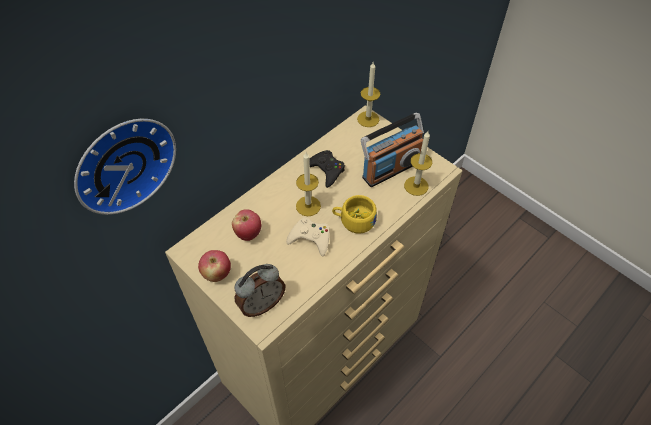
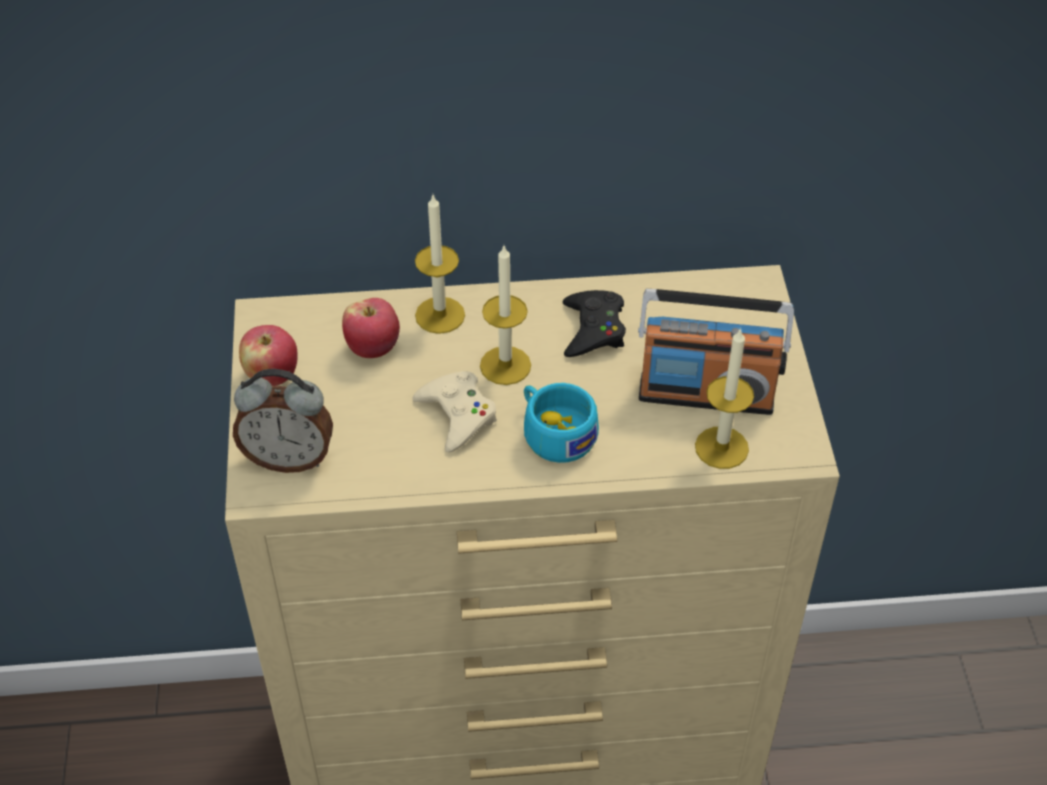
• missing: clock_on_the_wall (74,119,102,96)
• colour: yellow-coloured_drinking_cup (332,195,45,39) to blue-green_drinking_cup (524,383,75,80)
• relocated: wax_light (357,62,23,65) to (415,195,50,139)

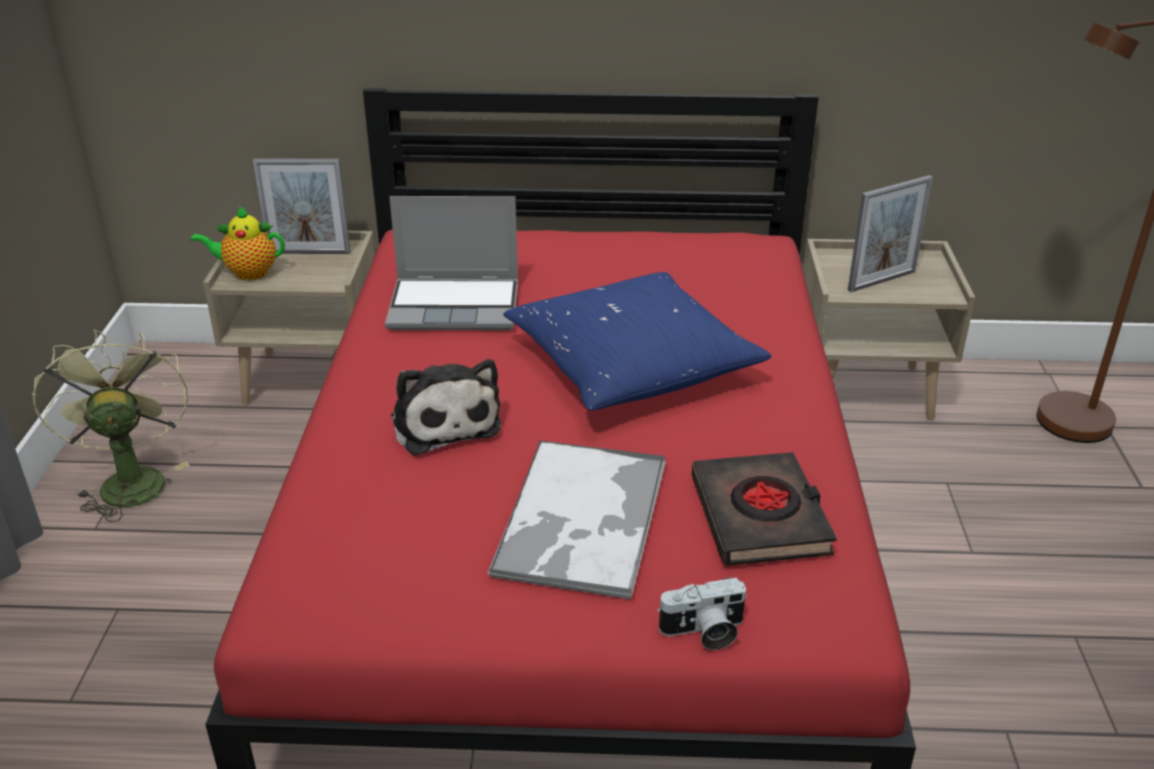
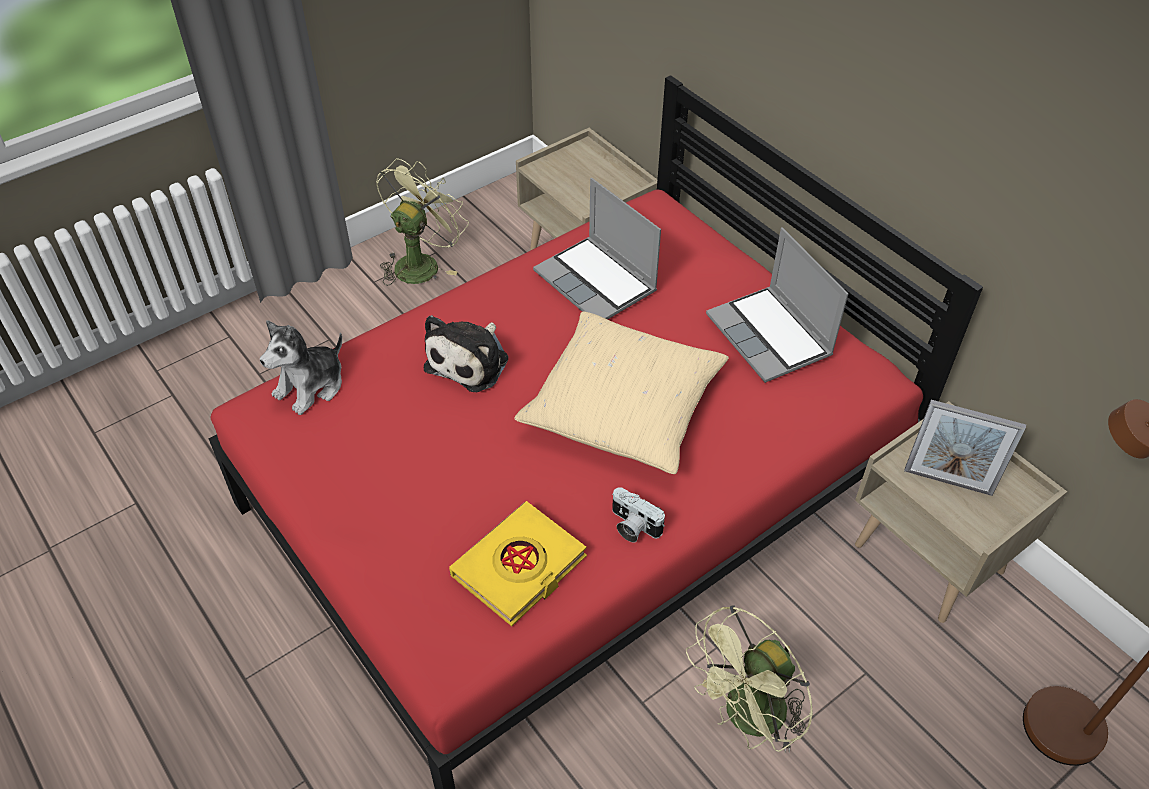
• missing: tea_pot (190,206,95,74)
• missing: picture_frame (253,159,98,95)
• missing: carrying_tray (488,439,178,161)
• colour: bluish_throw_pillow (503,272,269,138) to beige-coloured_throw_pillow (514,311,215,163)
• relocated: still_camera (657,578,90,72) to (612,487,53,55)
• colour: black-coloured_book (692,452,145,114) to yellow-coloured_book (449,501,138,125)
• appeared: soft_toy (260,320,82,95)
• appeared: greenish_cooling_fan (686,605,127,148)
• appeared: laptop (706,227,143,156)

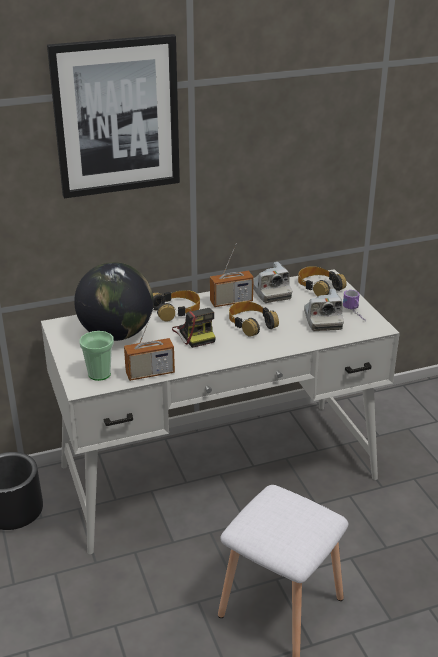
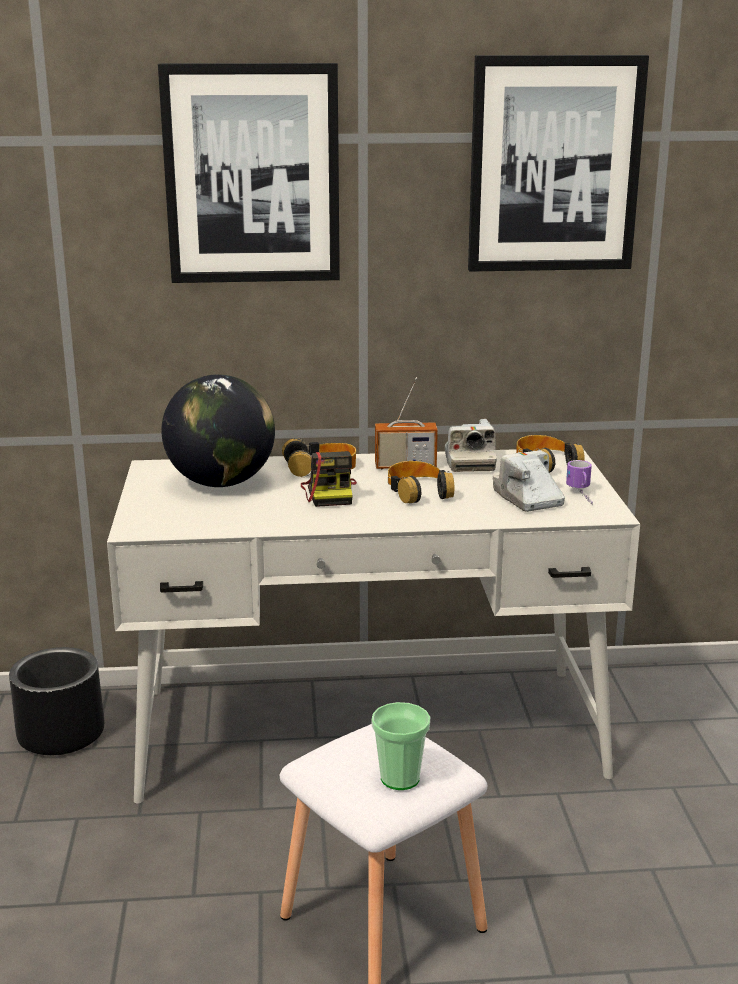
• relocated: drinking_cup (80,331,34,50) to (371,702,59,88)
• missing: radio_set (124,308,51,73)
• spun: still_camera (304,289,40,42) = (493,450,72,62) 150 degrees clockwise
• appeared: wall_art (468,55,181,217)

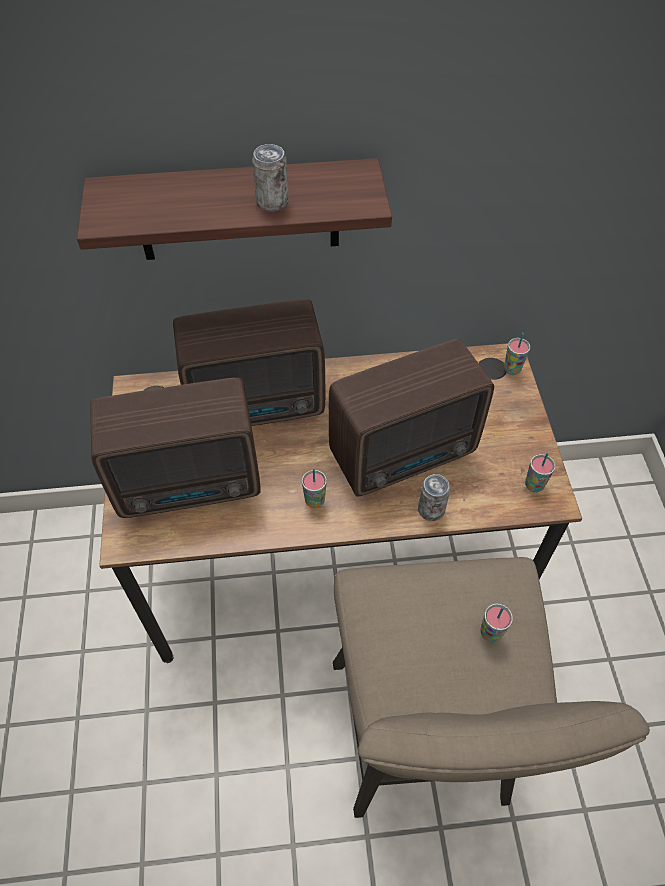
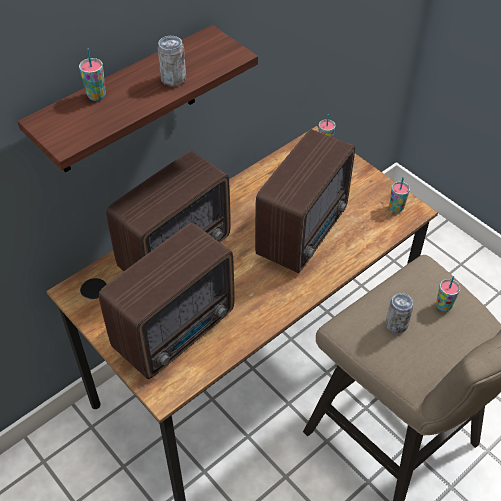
• relocated: drinking_cup (302,469,25,39) to (79,48,27,53)
• relocated: metal_can (418,474,32,47) to (385,293,29,40)

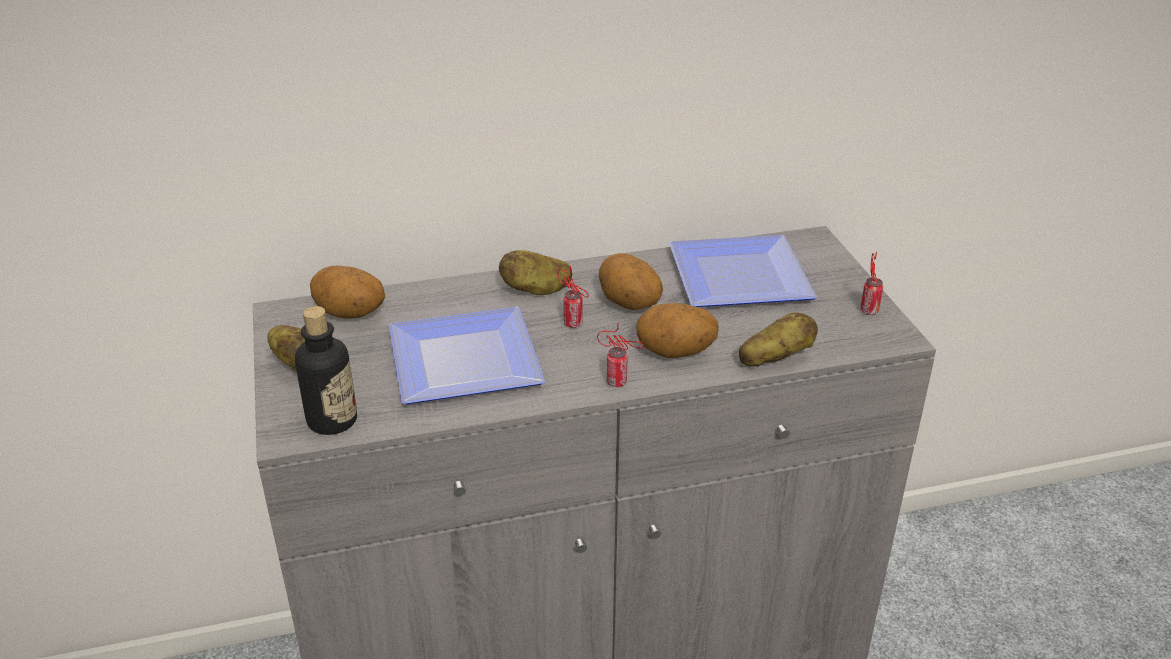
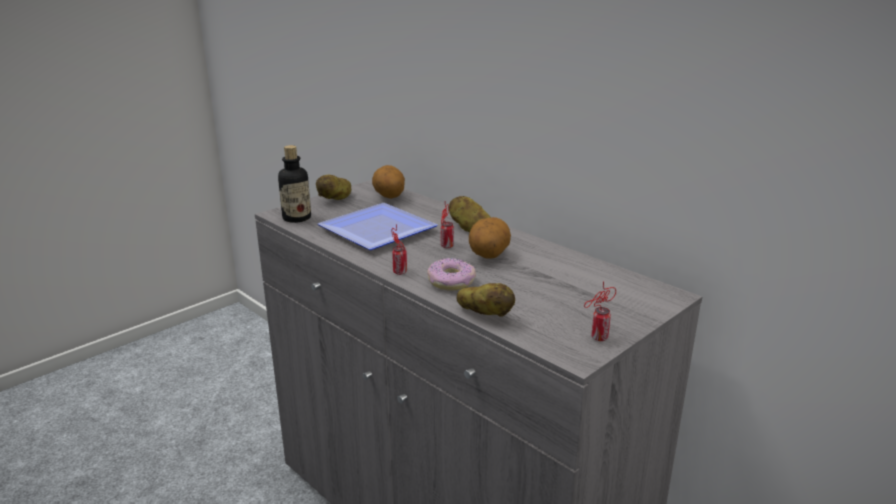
• exchanged: potato (636,303,83,55) to donut (427,258,49,33)
• missing: plate (669,235,148,72)

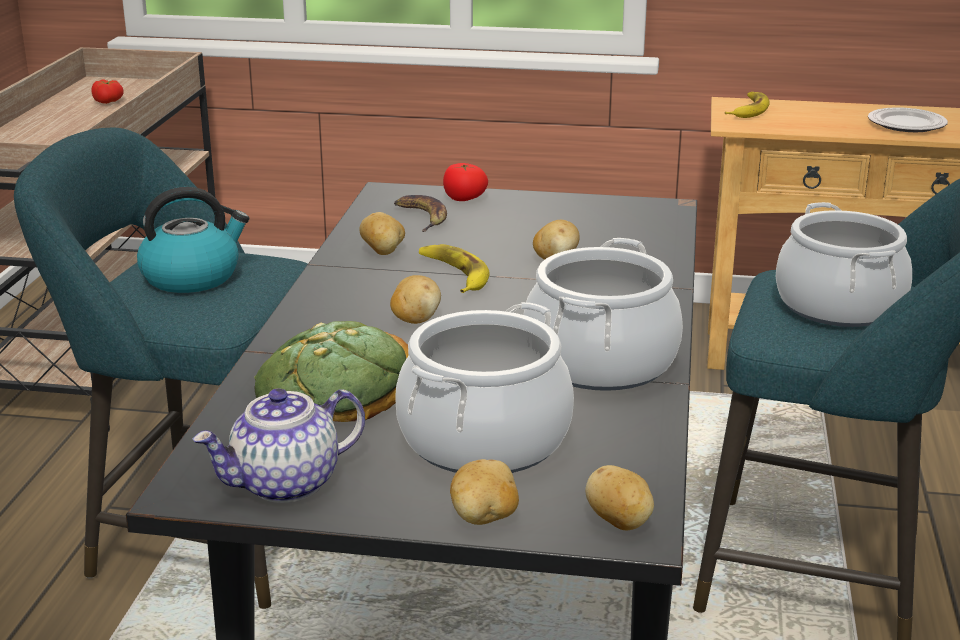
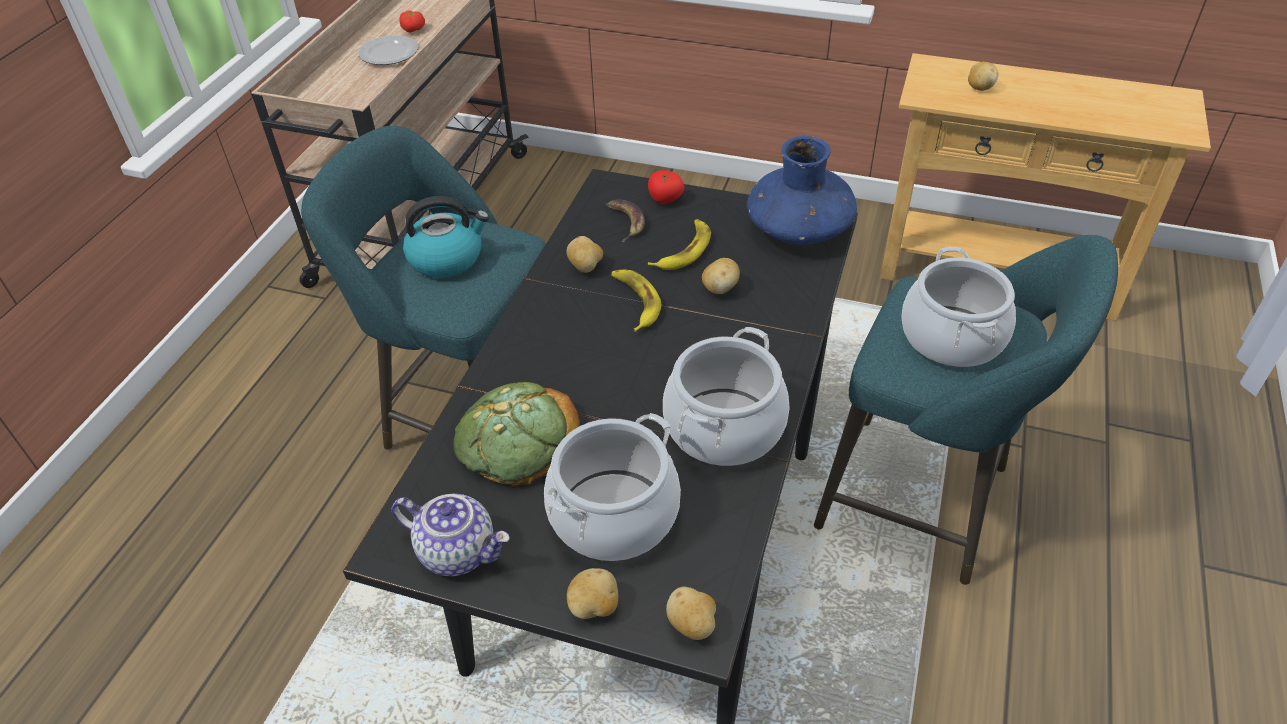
• spun: tea_pot (193,388,172,115) = (392,494,118,82) 135 degrees counterclockwise
• relocated: potato (390,275,51,49) to (968,62,30,29)
• relocated: banana_fruit (725,92,45,26) to (648,219,63,51)
• relocated: plate (868,107,80,25) to (358,35,60,30)
• appeared: bluish_flower_vase (747,136,110,109)

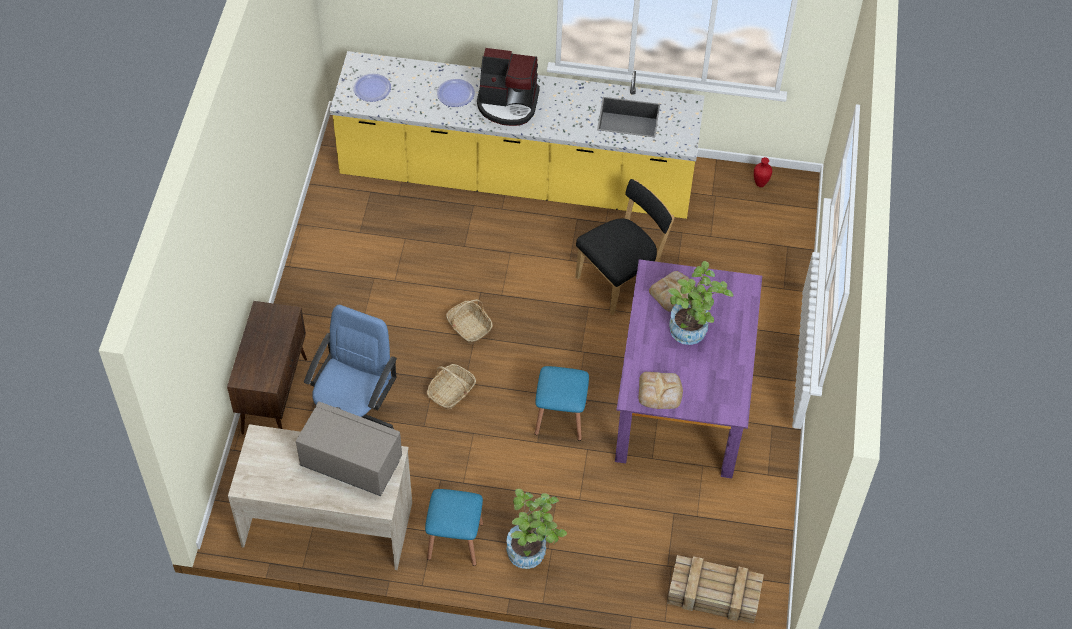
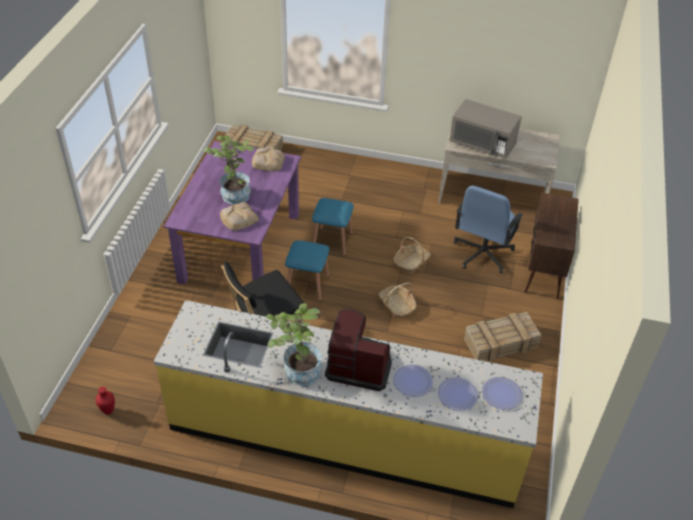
• relocated: bluish_stool_seat (425,489,58,77) to (285,240,44,61)
• relocated: houseplant (506,489,61,80) to (266,303,56,83)
• appeared: plate (438,378,40,33)
• appeared: packing_crate (464,312,78,49)

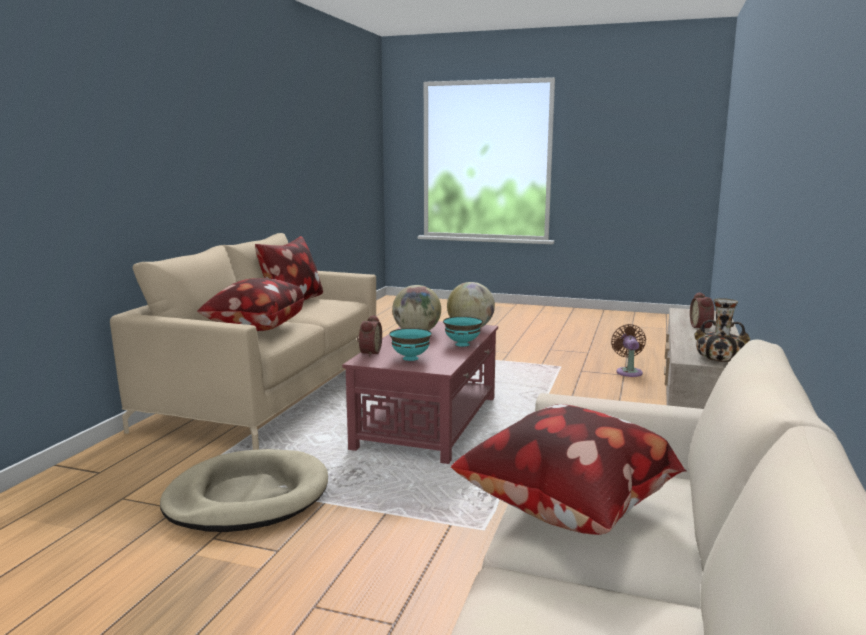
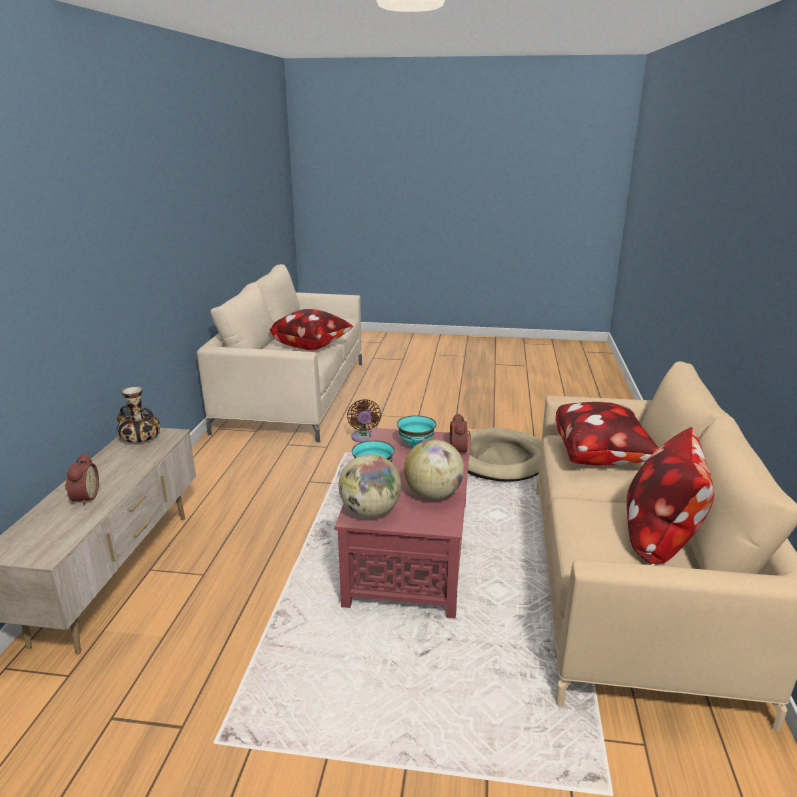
• relocated: brown-coloured_cooling_fan (611,324,35,53) to (347,399,34,43)

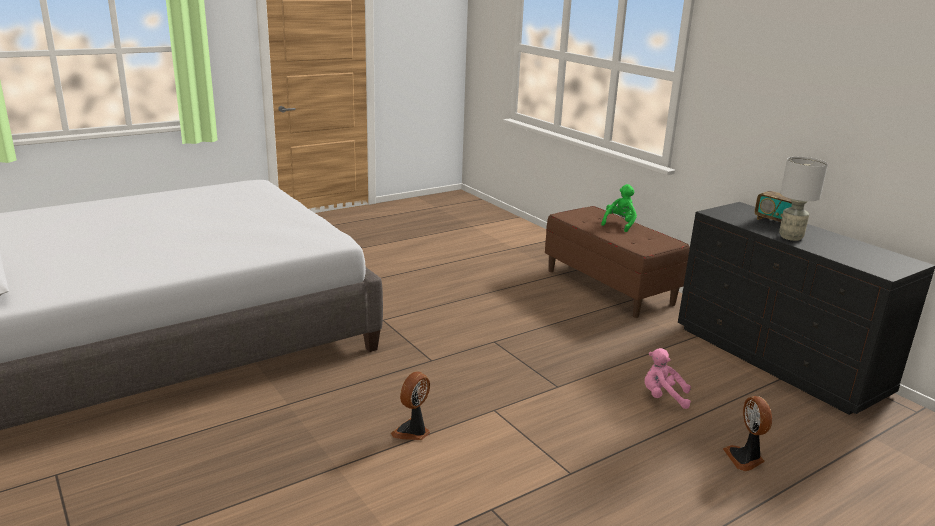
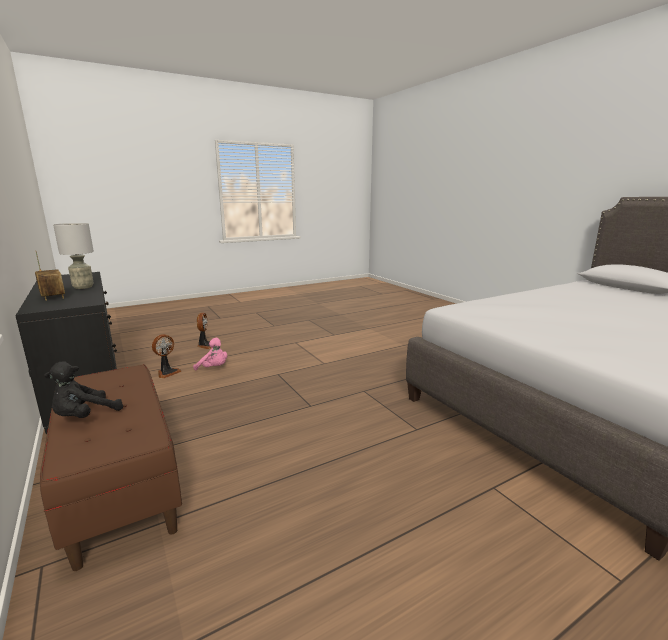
• relocated: cooling_fan (391,371,39,69) to (152,334,29,44)
• colour: greenish_soft_toy (601,184,36,48) to black-coloured_soft_toy (44,361,79,57)

